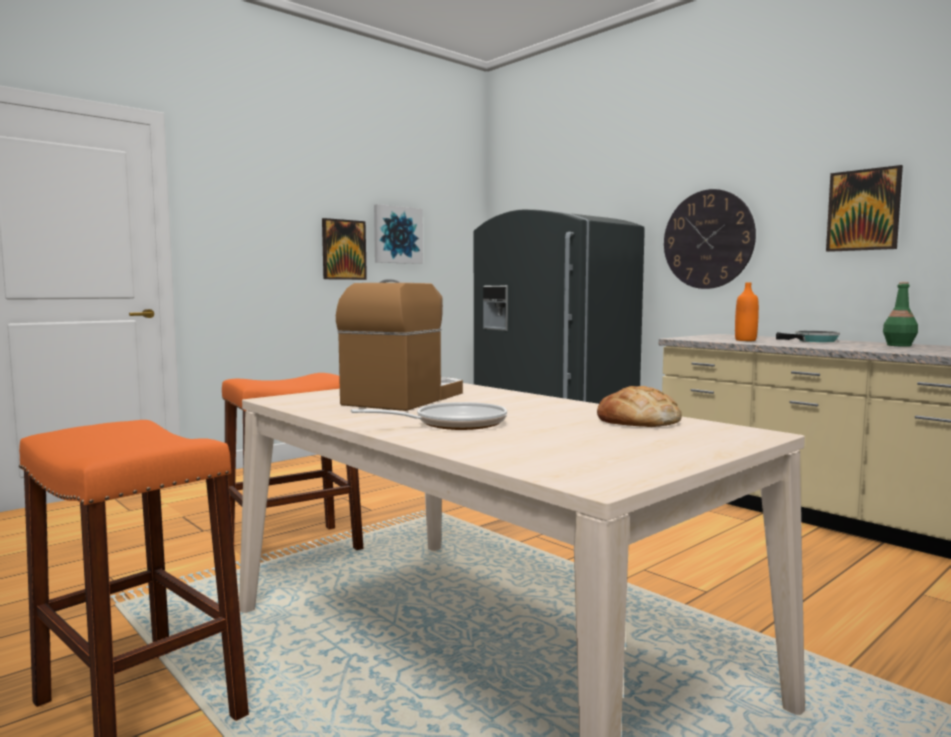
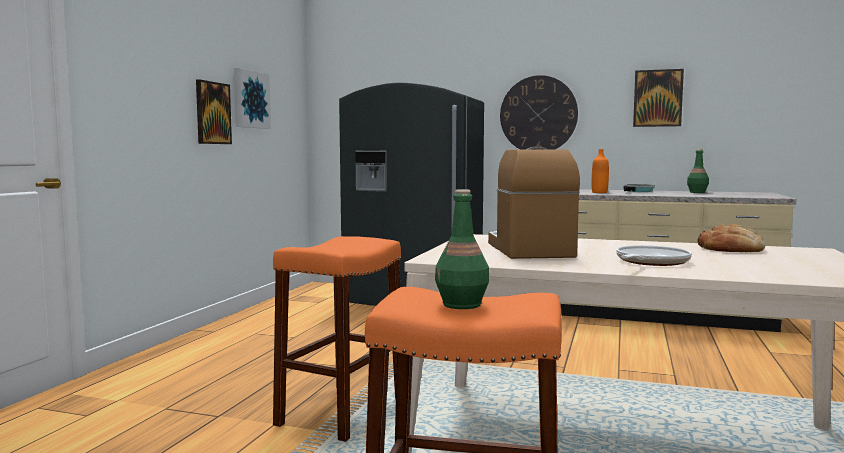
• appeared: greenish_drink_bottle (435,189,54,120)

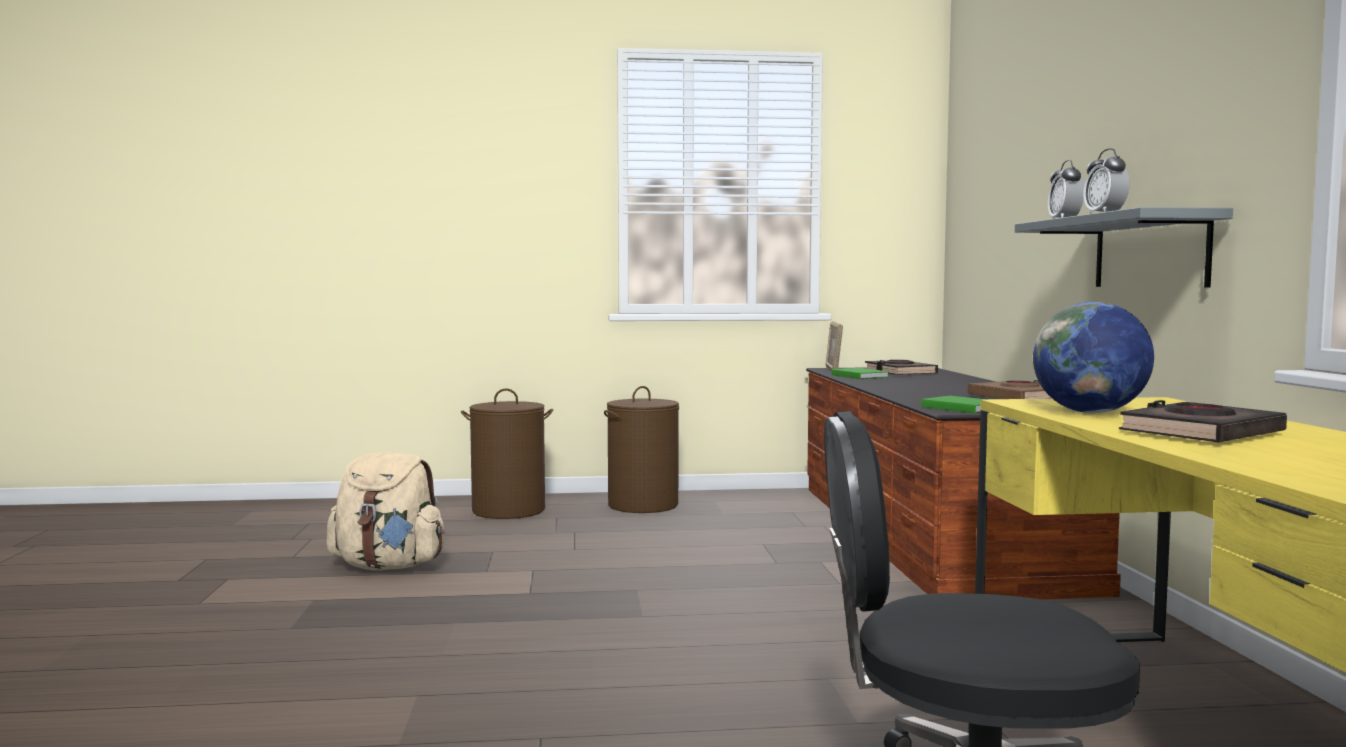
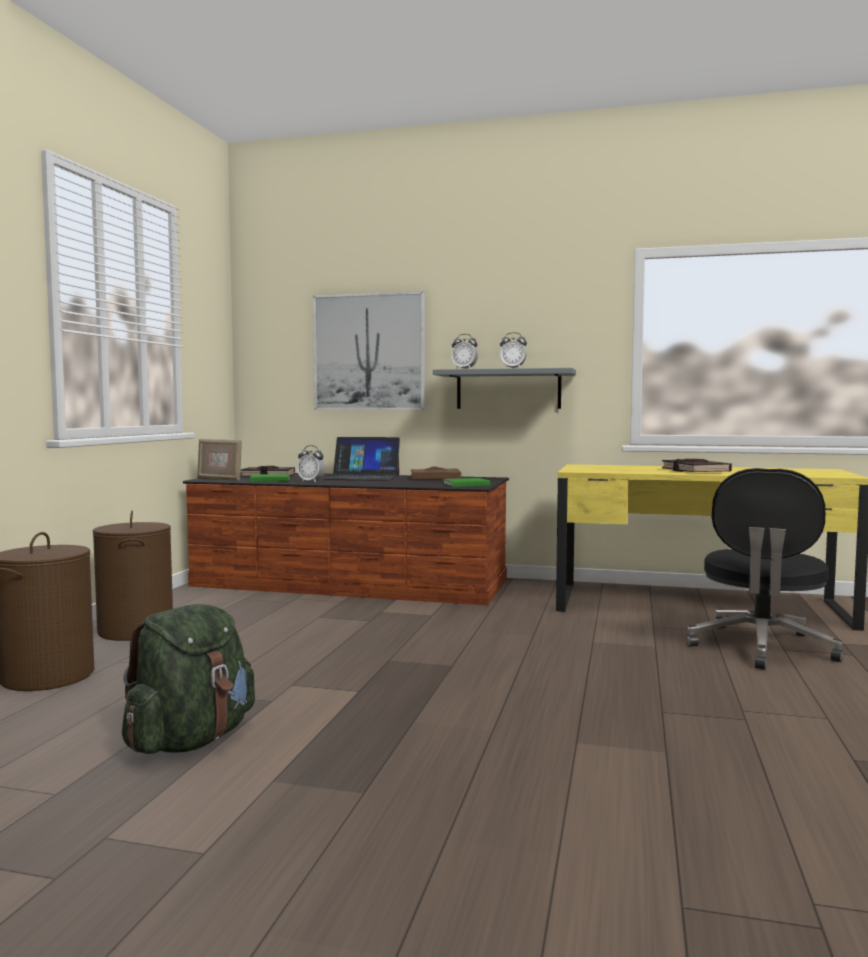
• colour: beige-coloured_backpack (327,452,118,118) to greenish_backpack (122,604,133,150)
• missing: globe (1033,302,121,111)
• appeared: table_clock (297,445,28,38)
• appeared: wall_art (313,291,112,119)
• appeared: laptop (322,437,78,44)

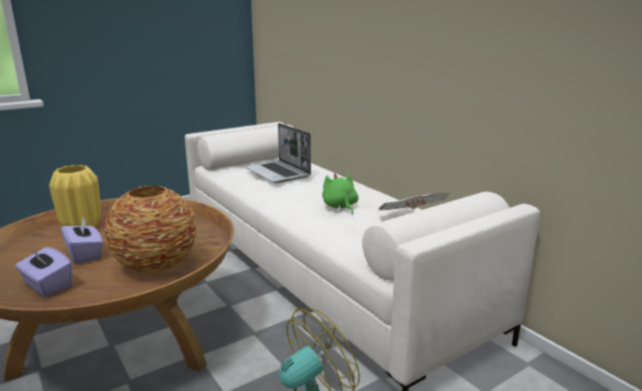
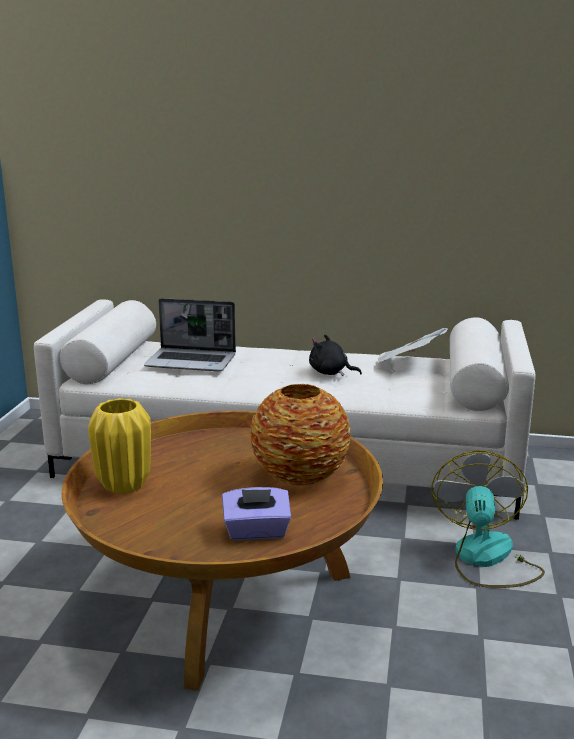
• missing: purple-coloured_tissue_box (61,218,42,46)
• colour: greenish_soft_toy (322,173,36,41) to black-coloured_soft_toy (309,334,53,42)

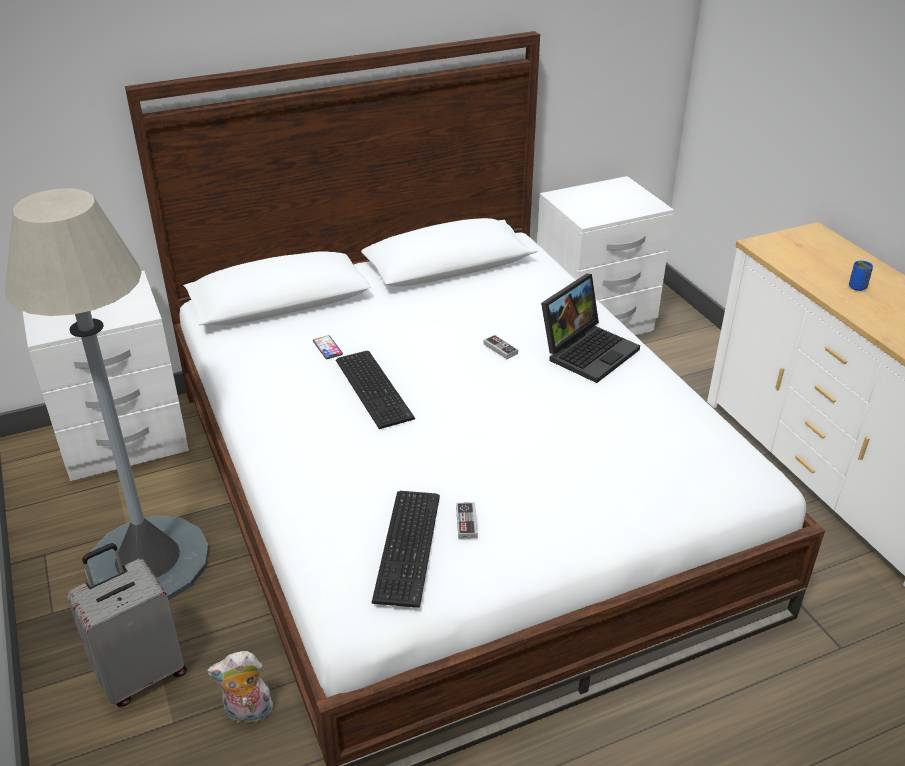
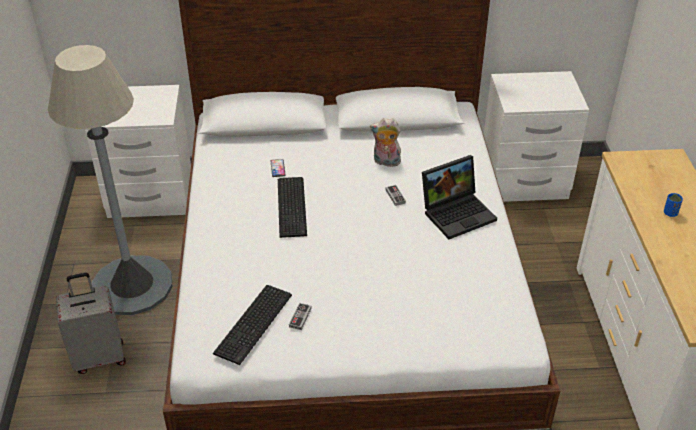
• relocated: soft_toy (207,651,66,72) to (370,118,31,49)

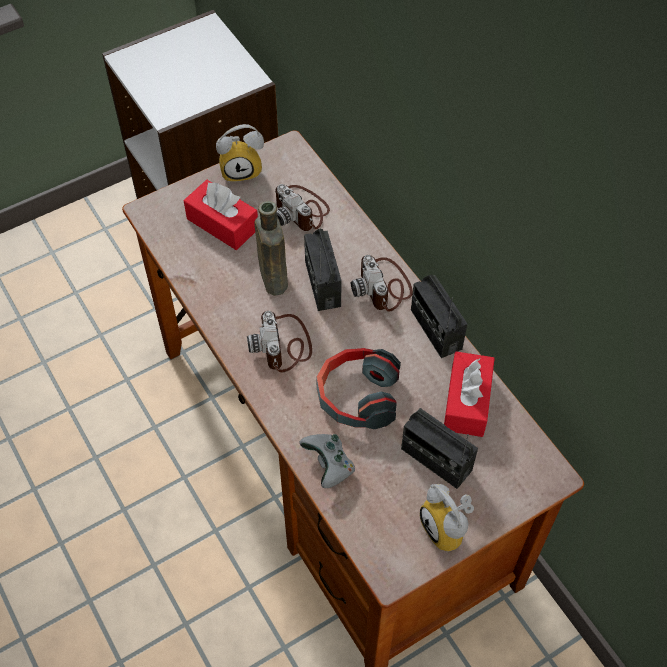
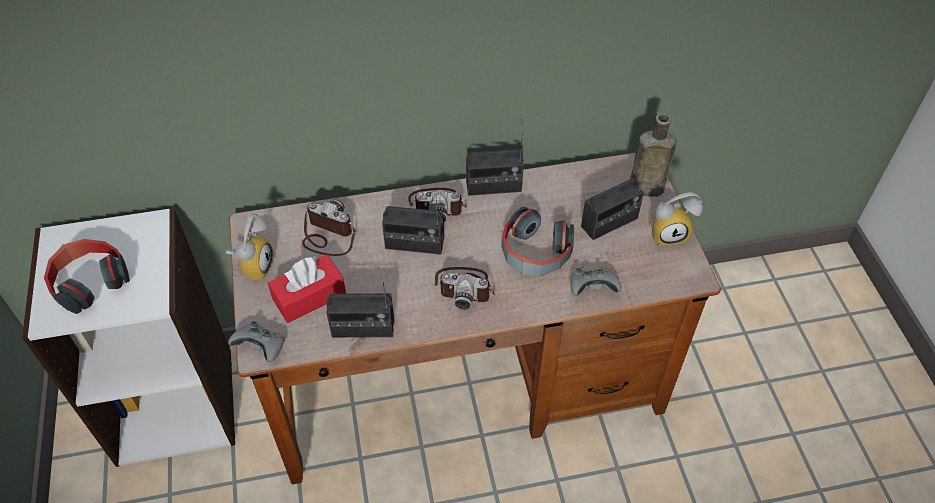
• relocated: brown-coloured_drink_bottle (254,201,34,95) to (630,113,46,84)
• spun: still_camera (275,184,55,47) = (302,199,54,57) 135 degrees counterclockwise
• missing: reddish_tissue_box (444,351,51,86)
• appeared: headphones (44,239,86,75)
• appeared: greyish_gamepad (228,321,57,41)
• appeared: radio_set (326,279,68,59)

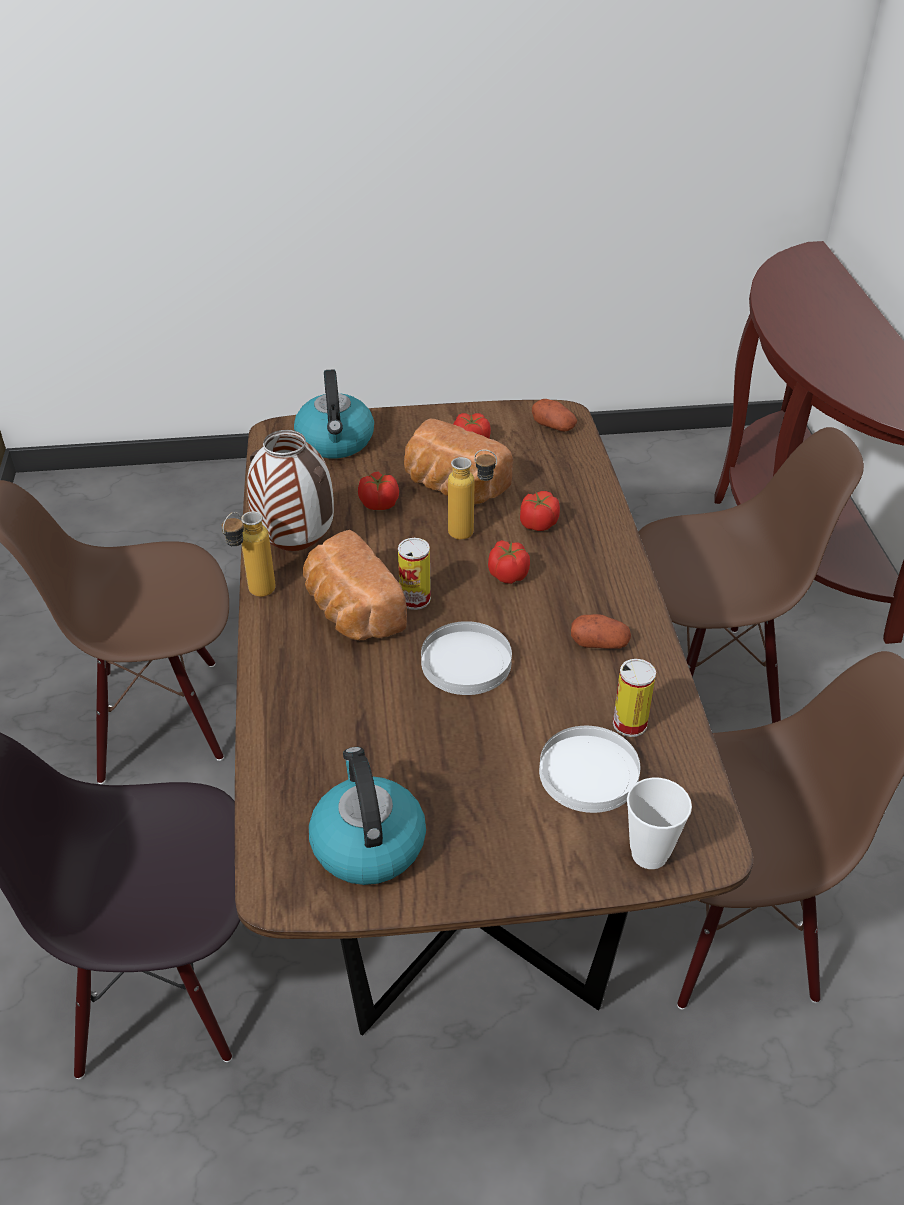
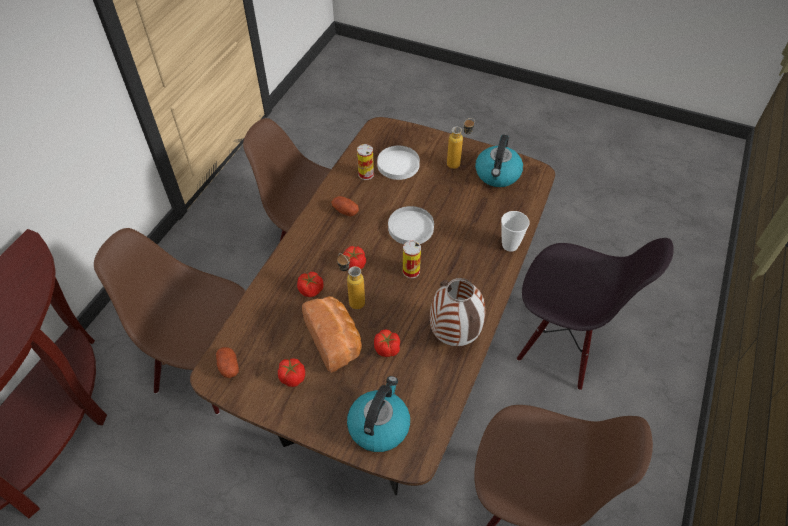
• relocated: drink_bottle (222,511,54,86) to (447,118,27,51)
• missing: bread (303,530,104,110)
• relocated: drinking_cup (627,777,65,92) to (501,211,29,41)

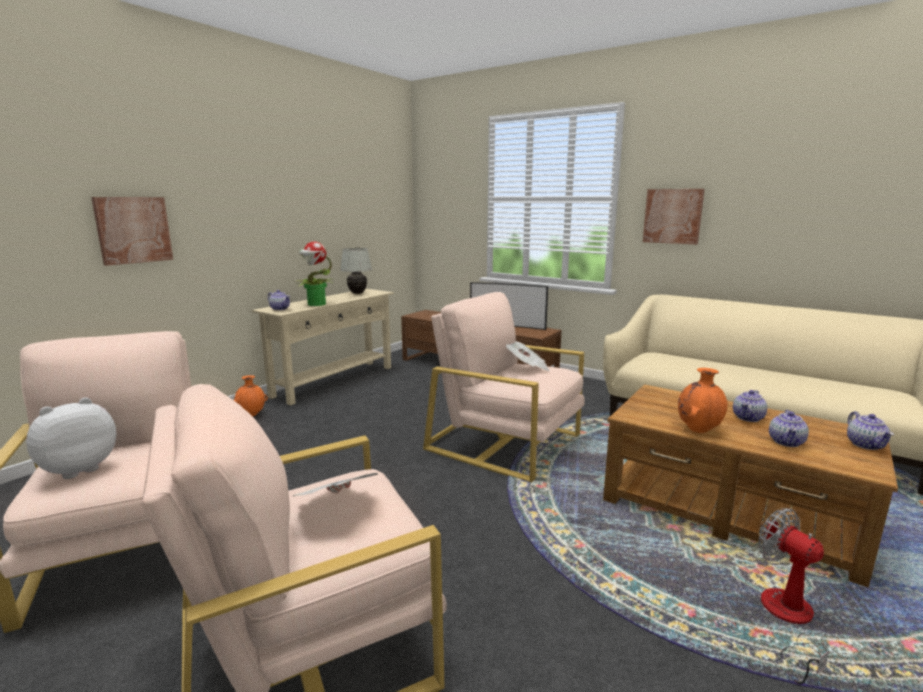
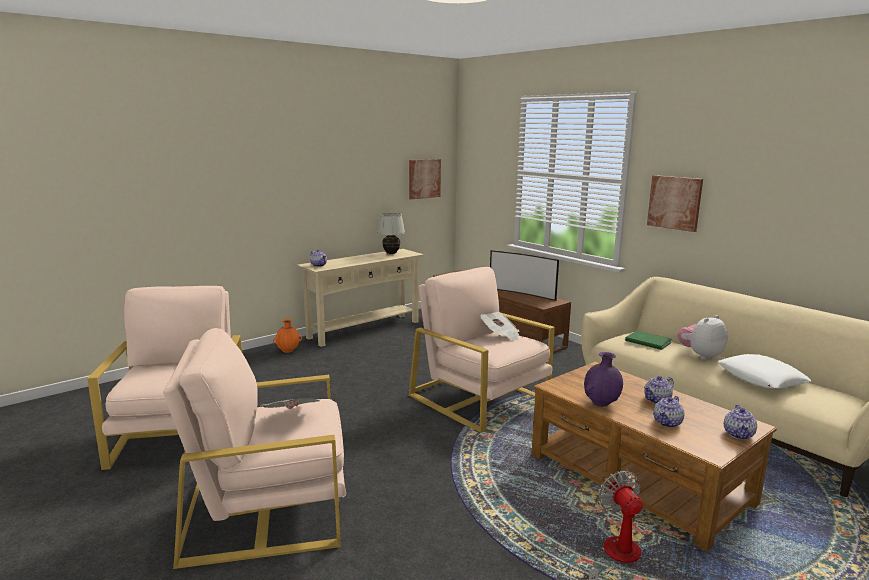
• relocated: soft_toy (26,398,91,81) to (678,315,49,45)
• relocated: wall_art (91,197,82,69) to (409,159,32,40)
• missing: houseplant (294,241,38,65)
• colour: orange_flower_vase (678,368,49,65) to purple-coloured_flower_vase (584,352,39,55)
• appeared: greenish_book (625,331,47,19)
• appeared: white_throw_pillow (718,354,94,35)

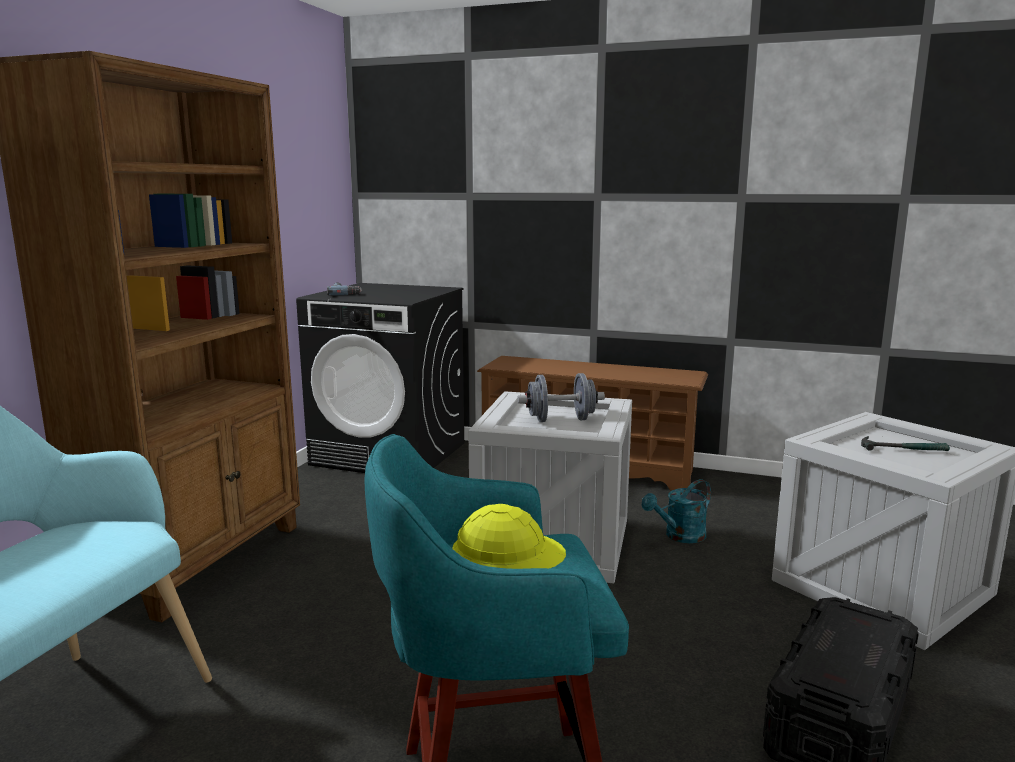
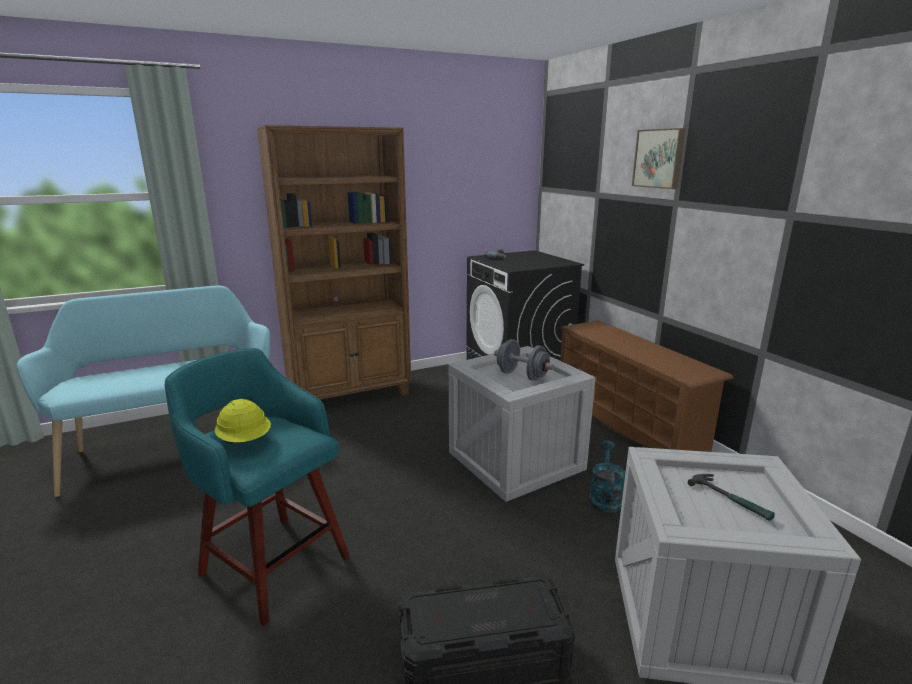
• spun: blue-green_sprinkling_can (642,479,69,64) = (589,441,37,72) 90 degrees clockwise
• appeared: wall_art (632,128,53,61)

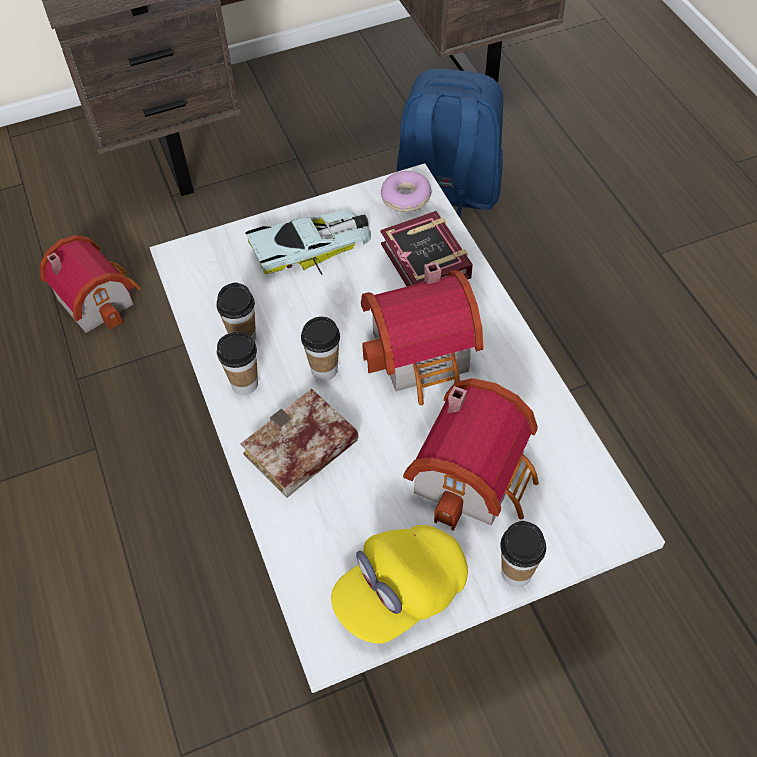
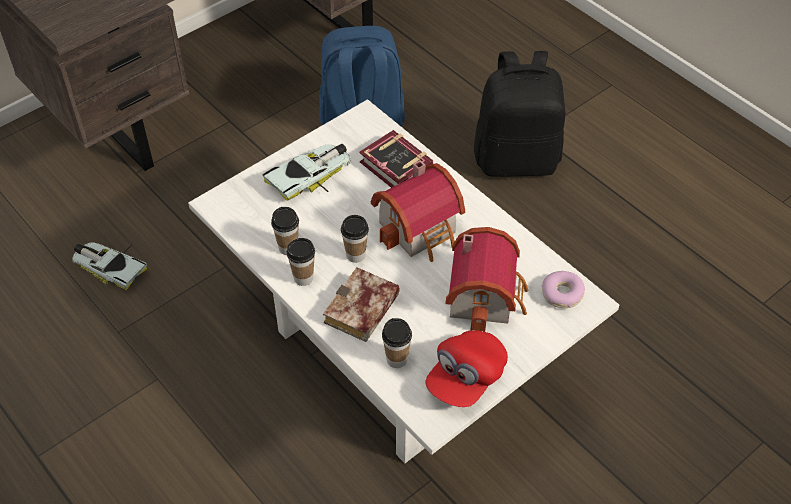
• exchanged: miniature_house (40,235,101,98) to toy_car (72,242,75,48)
• colour: yellow-coloured_baseball_cap (331,525,137,119) to reddish_baseball_cap (425,331,83,76)
• relocated: donut (381,171,51,41) to (542,271,43,37)
• relocated: drinking_cup (500,521,46,66) to (382,318,30,50)
• appeared: black-coloured_backpack (474,51,91,126)

